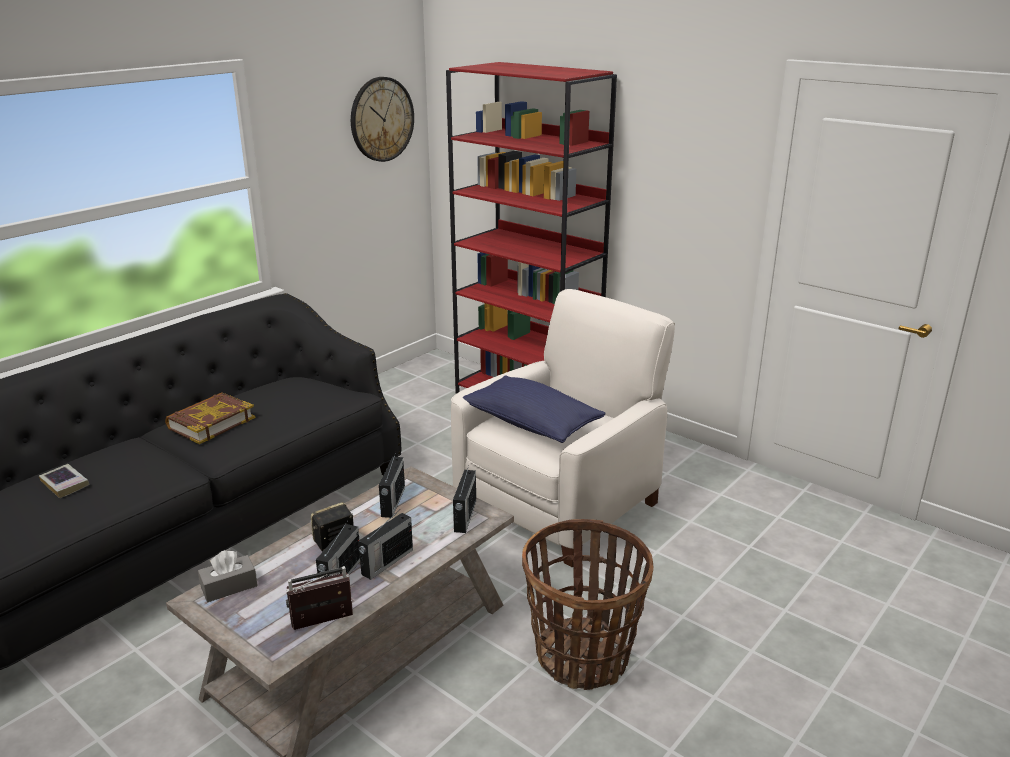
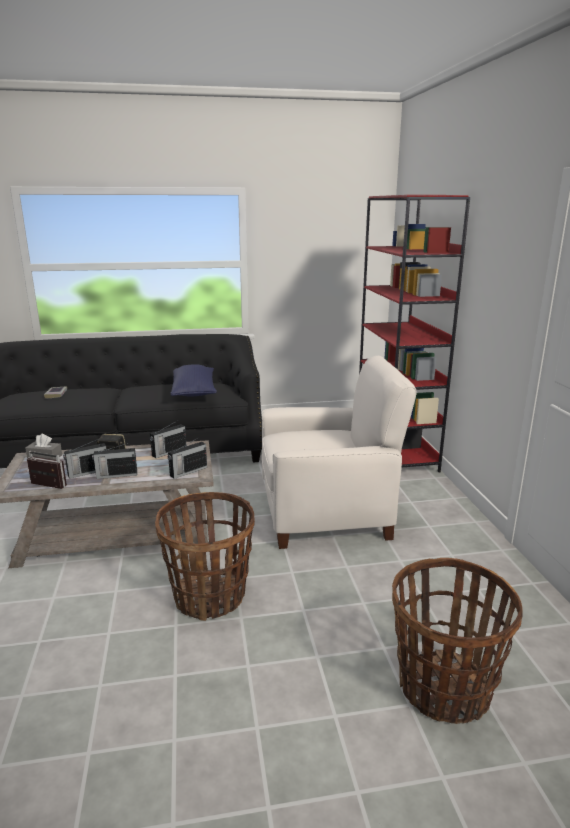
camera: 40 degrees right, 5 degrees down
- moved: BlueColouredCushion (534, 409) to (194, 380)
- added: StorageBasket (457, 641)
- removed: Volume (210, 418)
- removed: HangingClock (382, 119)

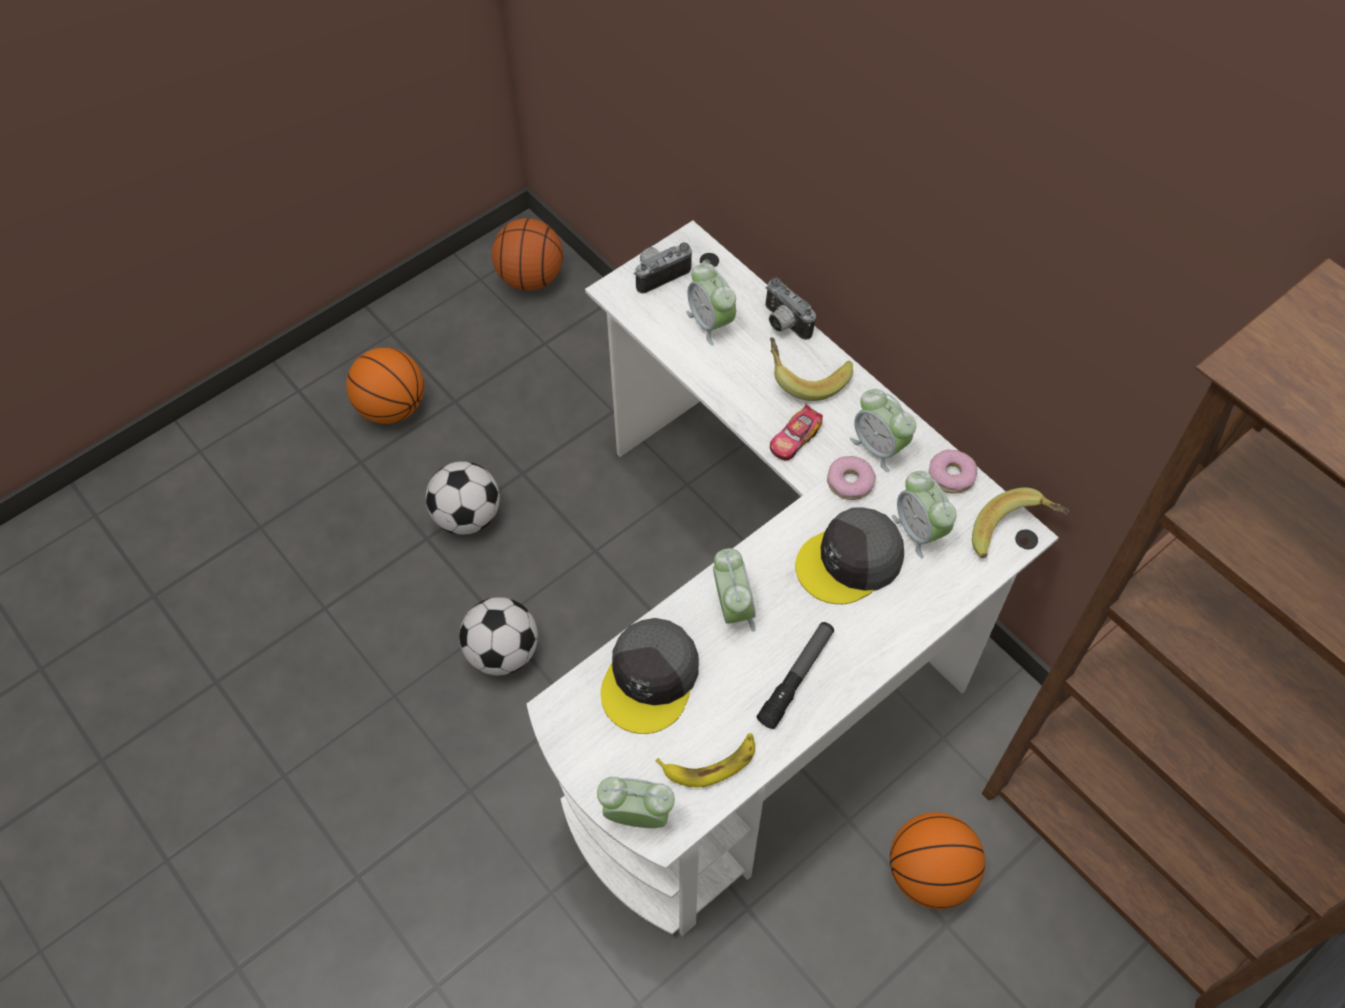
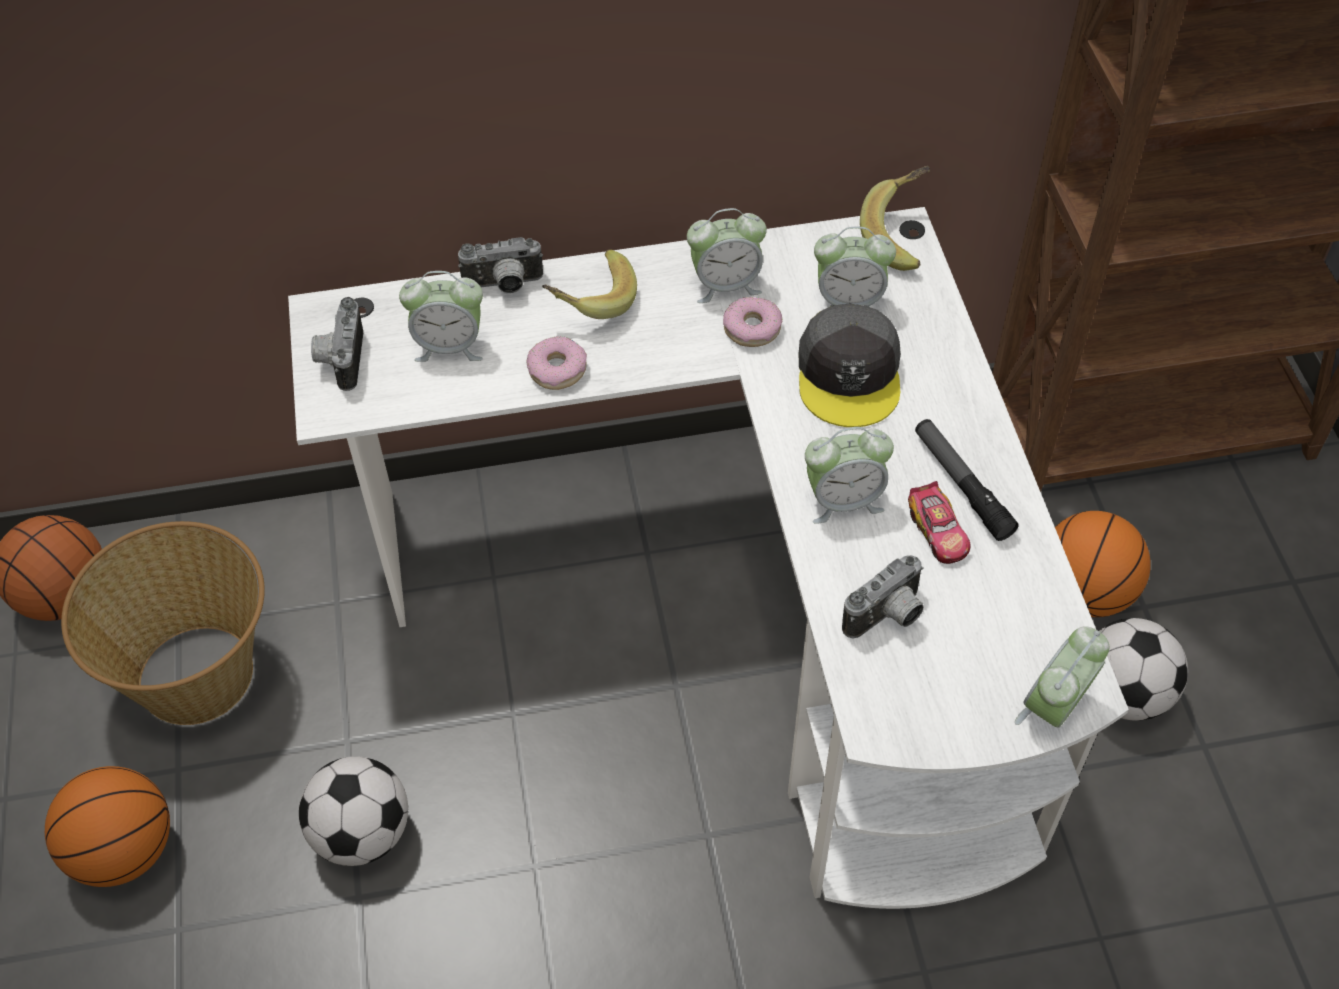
camera: 60 degrees left, 5 degrees down
- added: StorageBasket (163, 623)
- moved: Donut (952, 472) to (557, 363)
- turned: BedsideClock (734, 590) = (849, 475) 150 degrees clockwise
- replaced: GreyPeakedCap (649, 676) to PhotoCamera (883, 596)
- moved: MiniatureCar (796, 432) to (939, 522)
- moved: Football (498, 636) to (1143, 669)
- removed: Banana (705, 760)

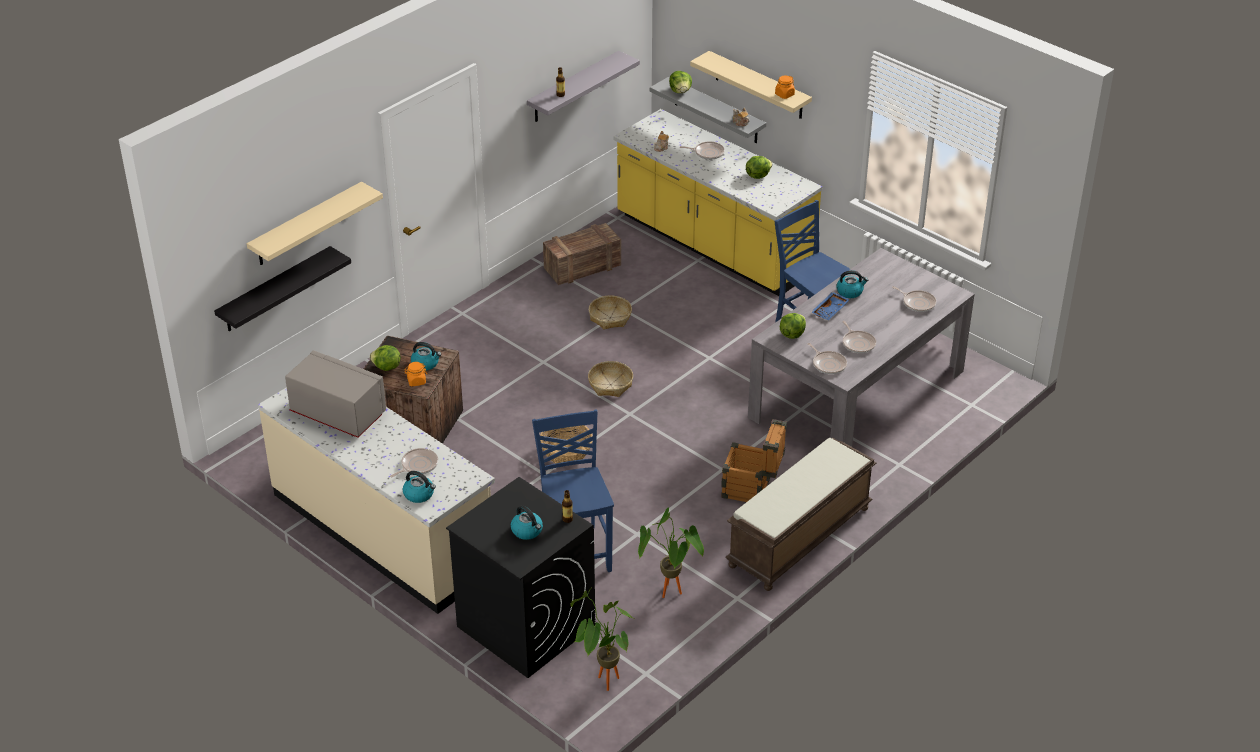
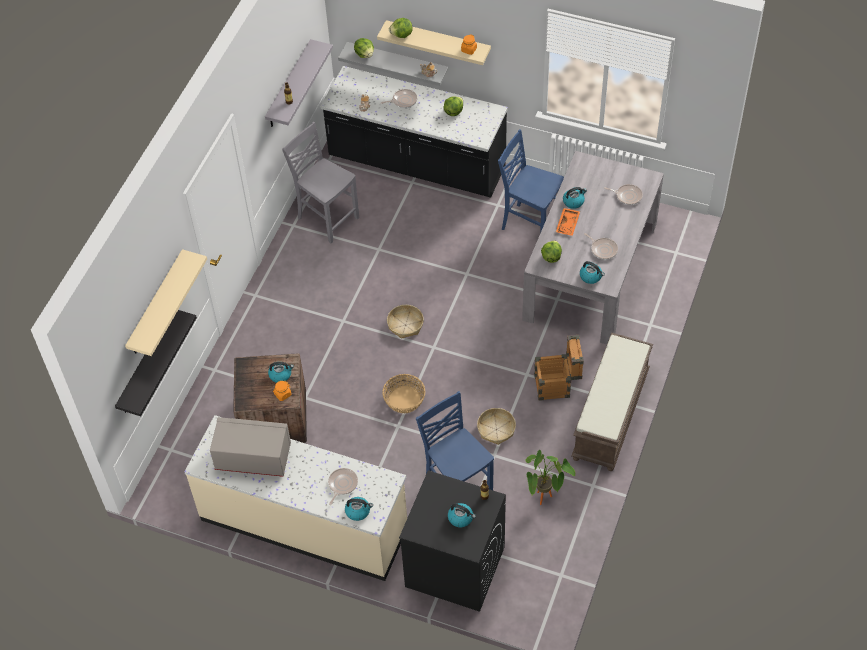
camera: 20 degrees left, 15 degrees up
- replaced: ShippingCrate (582, 254) to GreyPlainChair (320, 182)
- recoloured: YellowColouredCounter (718, 202) to BlackColouredCounter (414, 132)
- moved: HeadOfLettuce (385, 358) to (401, 28)
- moved: StorageBasket (610, 313) to (496, 426)
- recoloured: BlueColouredServingTray (830, 306) to OrangeColouredServingTray (568, 222)
- replaced: FryingPan (827, 358) to TeaKettle (592, 272)
- removed: PlantInAPot (601, 639)

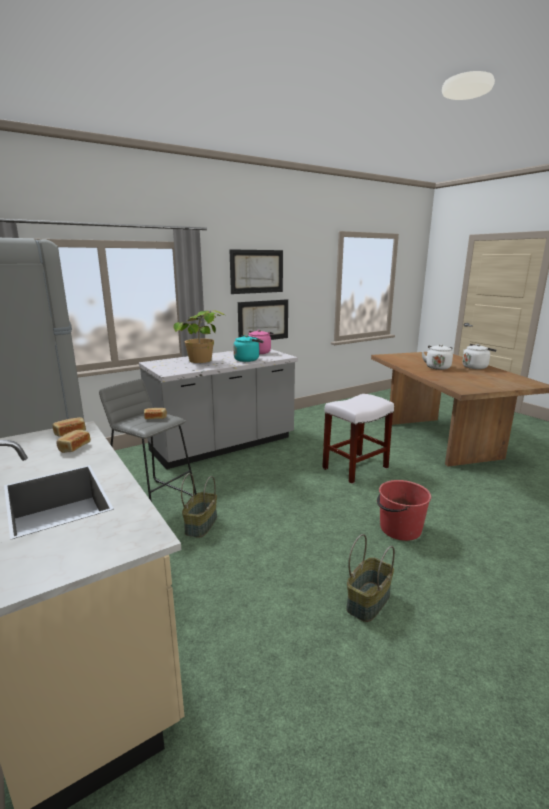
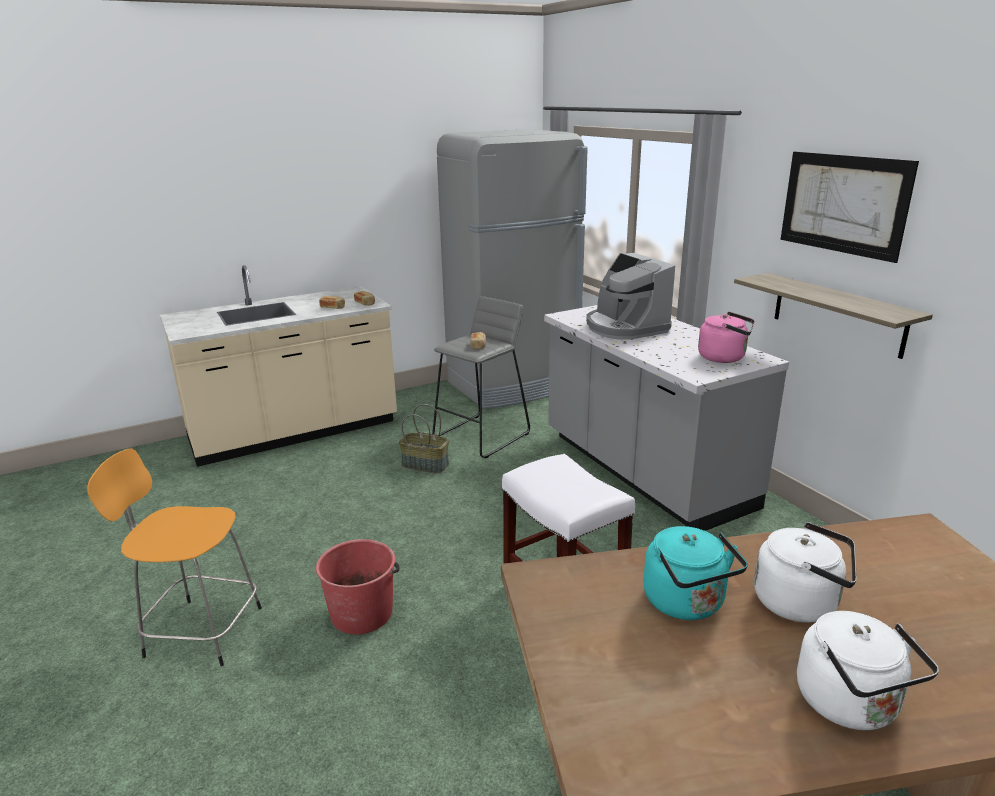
camera: 95 degrees right, 5 degrees up
- added: OrangeColouredStoolSeat (174, 557)
- replaced: PlantInAPot (199, 337) to CoffeeMaker (630, 296)
- moved: BlueGreenTeaKettle (248, 348) to (695, 573)
- replaced: WallArt (263, 319) to WallShelf (833, 316)
- removed: StorageBasket (370, 578)

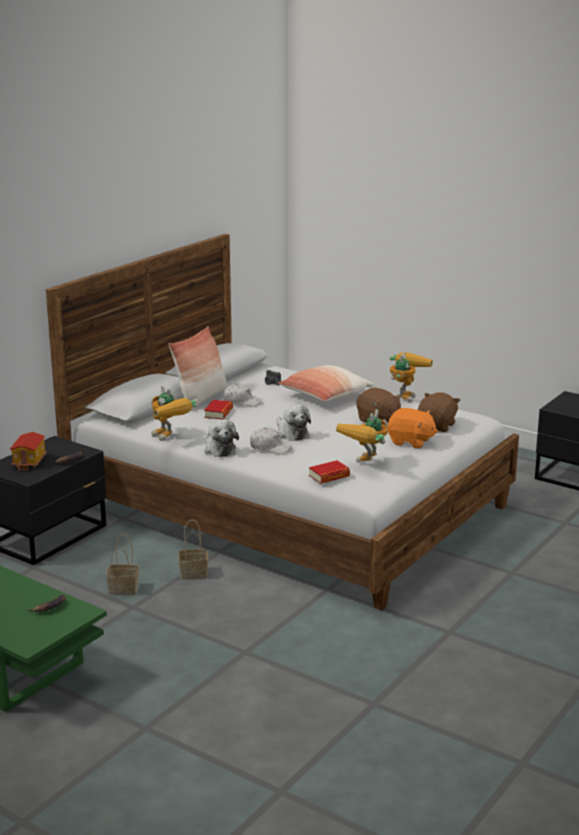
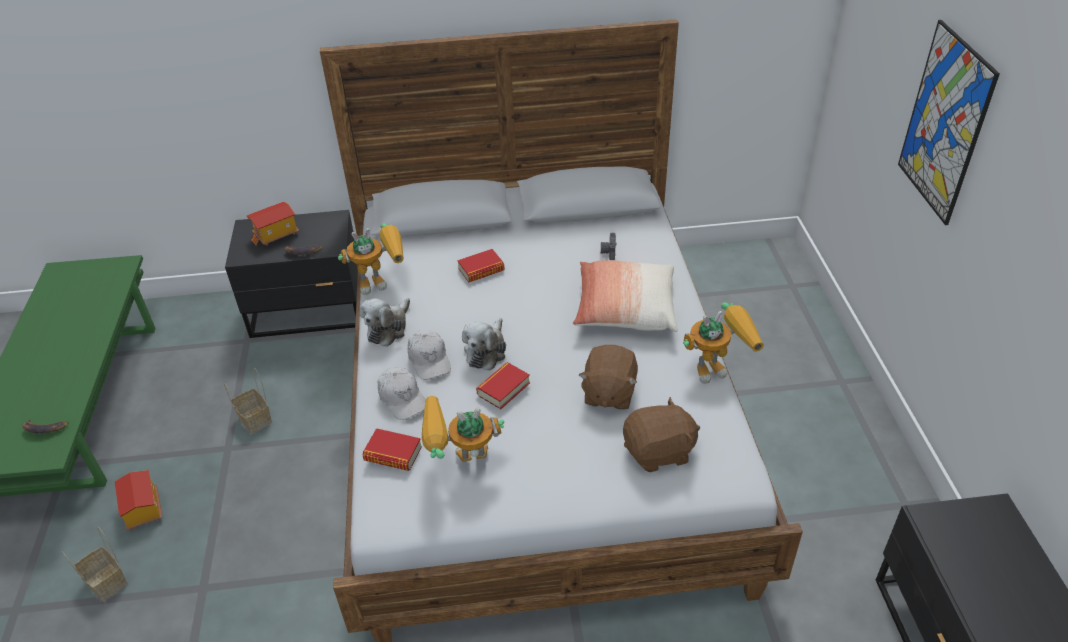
camera: 50 degrees right, 20 degrees up
- moved: StorageBasket (193, 549) to (95, 564)
- added: MiniatureHouse (138, 500)
- turned: ModelRobot (173, 413) = (371, 259) 120 degrees counterclockwise
- moved: WhitePeakedCap (242, 395) to (401, 393)
- added: Volume (503, 385)
- added: WallArt (949, 122)
- removed: Cushion (198, 368)
- removed: OrangeColouredCuddlyToy (413, 428)

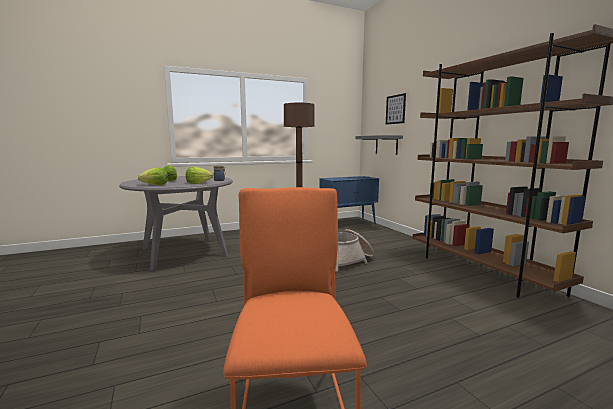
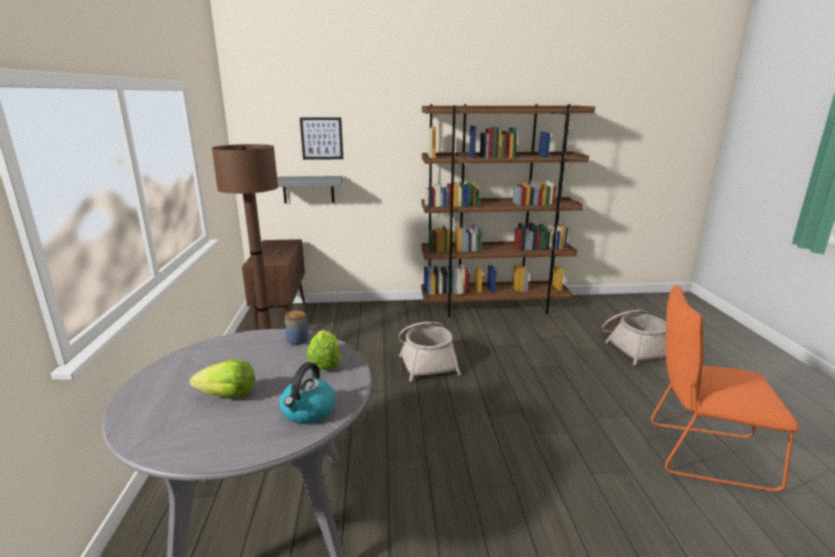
camera: 70 degrees left, 10 degrees up
- recoloured: BlueColouredStorageCabinet (349, 200) to BrownStorageCabinet (273, 284)
- replaced: HeadOfLettuce (153, 176) to TeaKettle (307, 393)
- added: StorageBasket (634, 337)

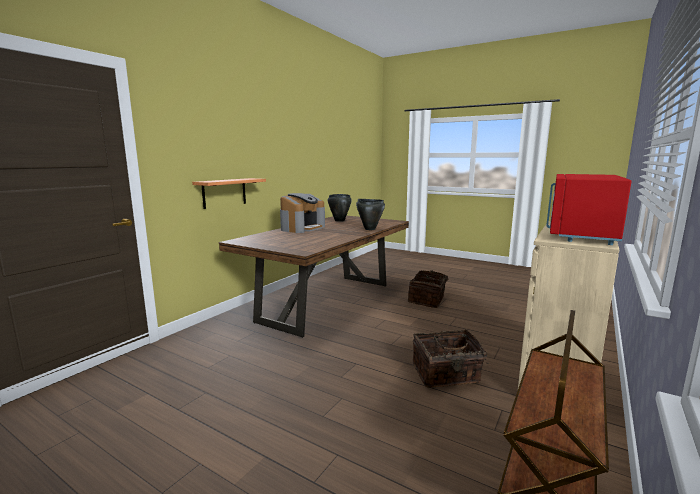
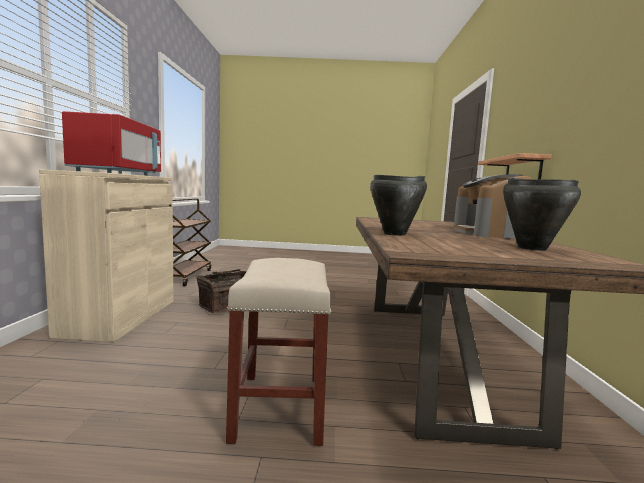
camera: 150 degrees right, 5 degrees down
- replaced: StorageBasket (431, 289) to BeigeStoolSeat (278, 352)

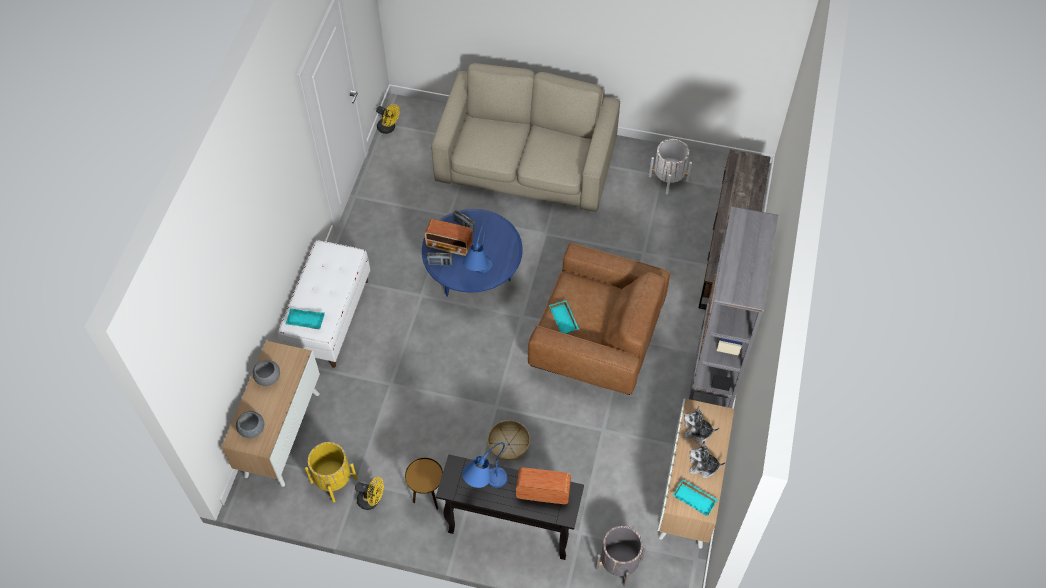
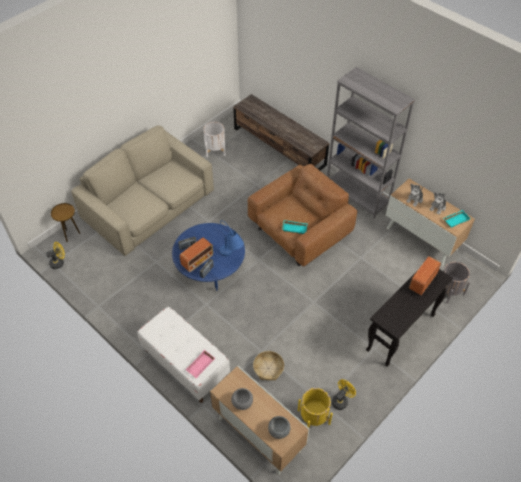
camera: 60 degrees left, 5 degrees down
- moved: BrownEndTable (424, 484) to (65, 222)
- recoloured: BlueGreenServingTray (305, 318) to PinkServingTray (200, 364)
- moved: StorageBasket (509, 440) to (268, 365)
- removed: BlueColouredLampForATable (484, 465)

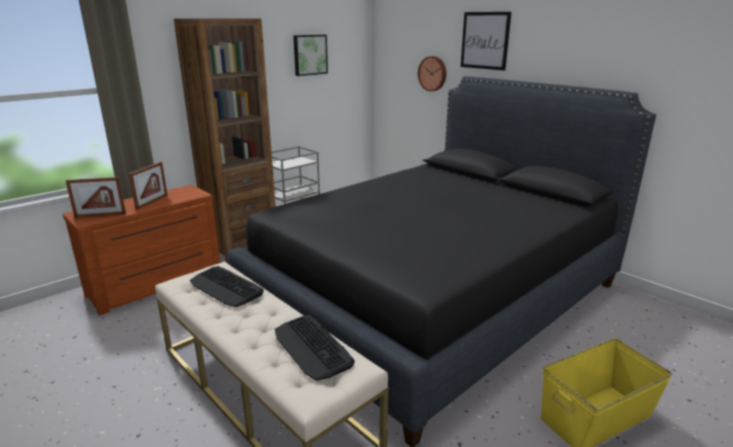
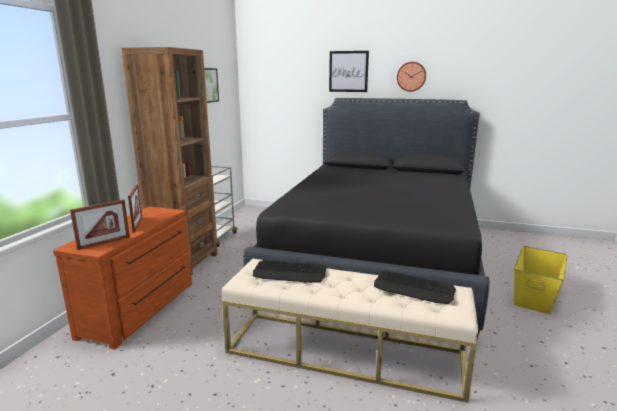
camera: 30 degrees left, 5 degrees down
- moved: HangingClock (432, 73) to (411, 77)

